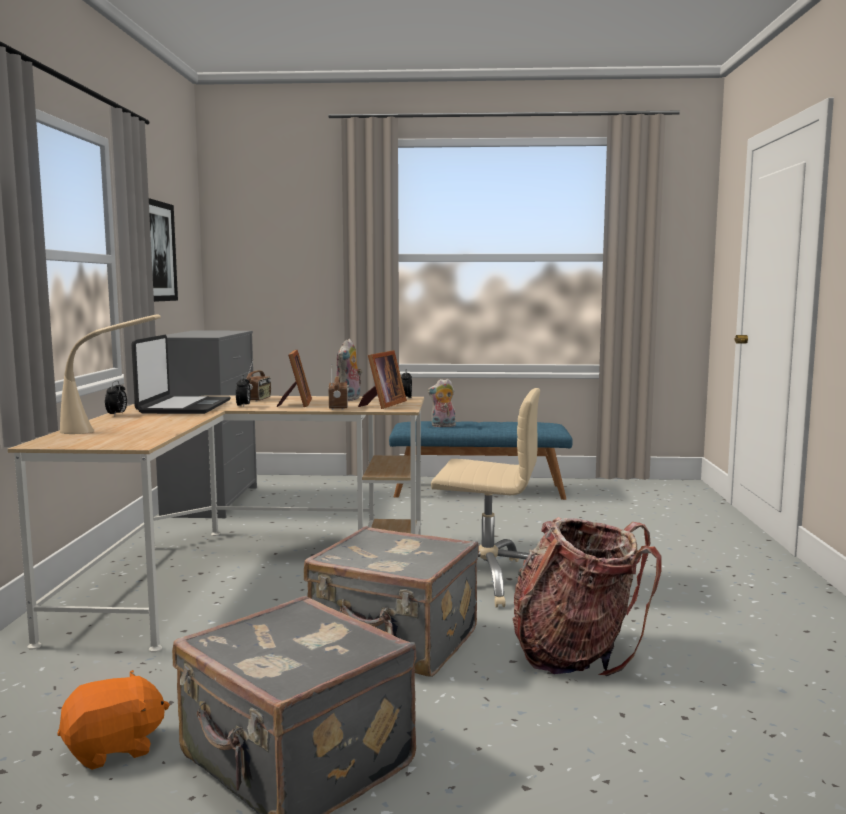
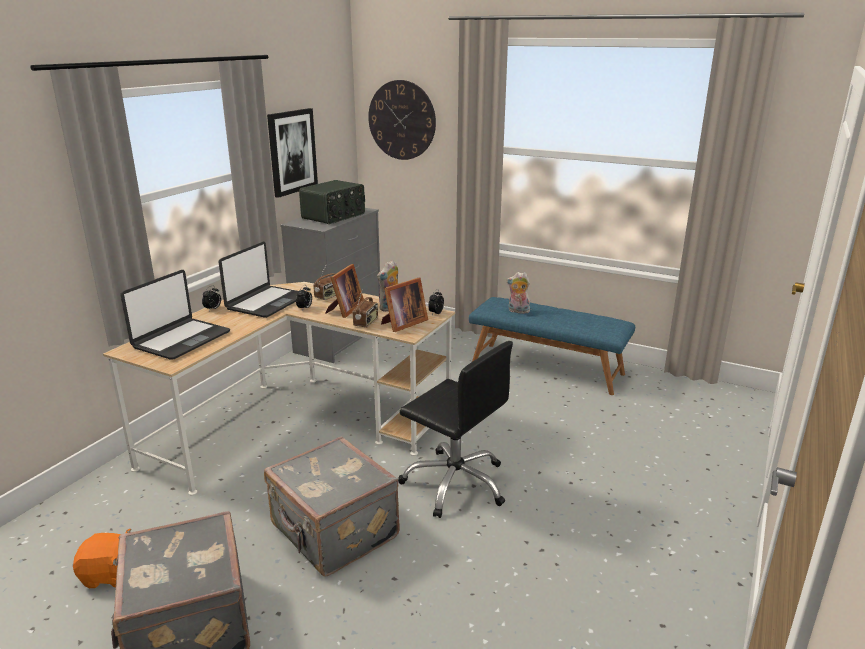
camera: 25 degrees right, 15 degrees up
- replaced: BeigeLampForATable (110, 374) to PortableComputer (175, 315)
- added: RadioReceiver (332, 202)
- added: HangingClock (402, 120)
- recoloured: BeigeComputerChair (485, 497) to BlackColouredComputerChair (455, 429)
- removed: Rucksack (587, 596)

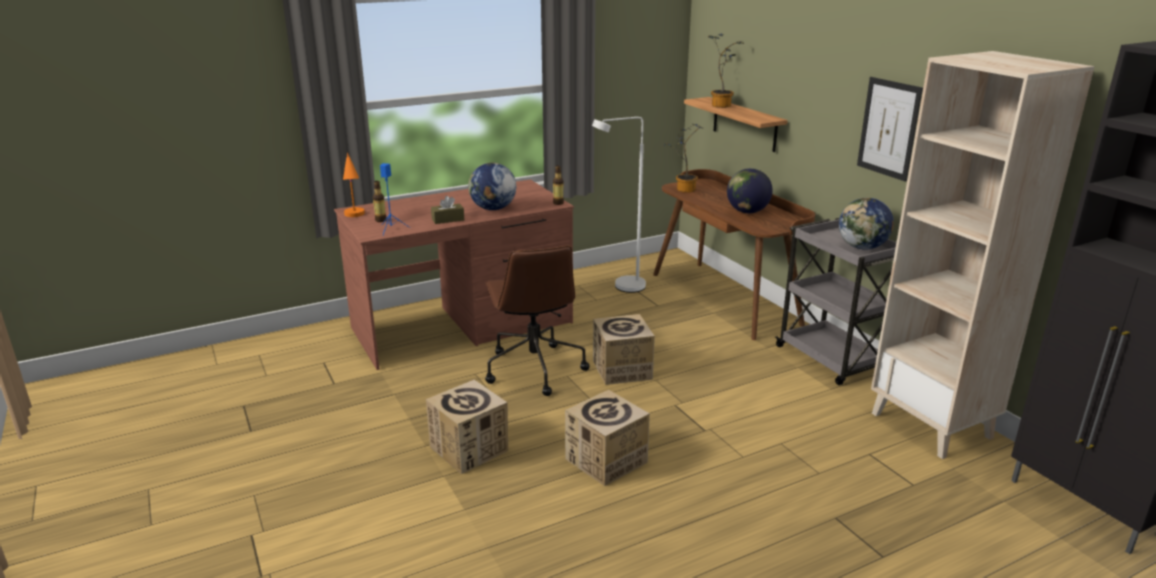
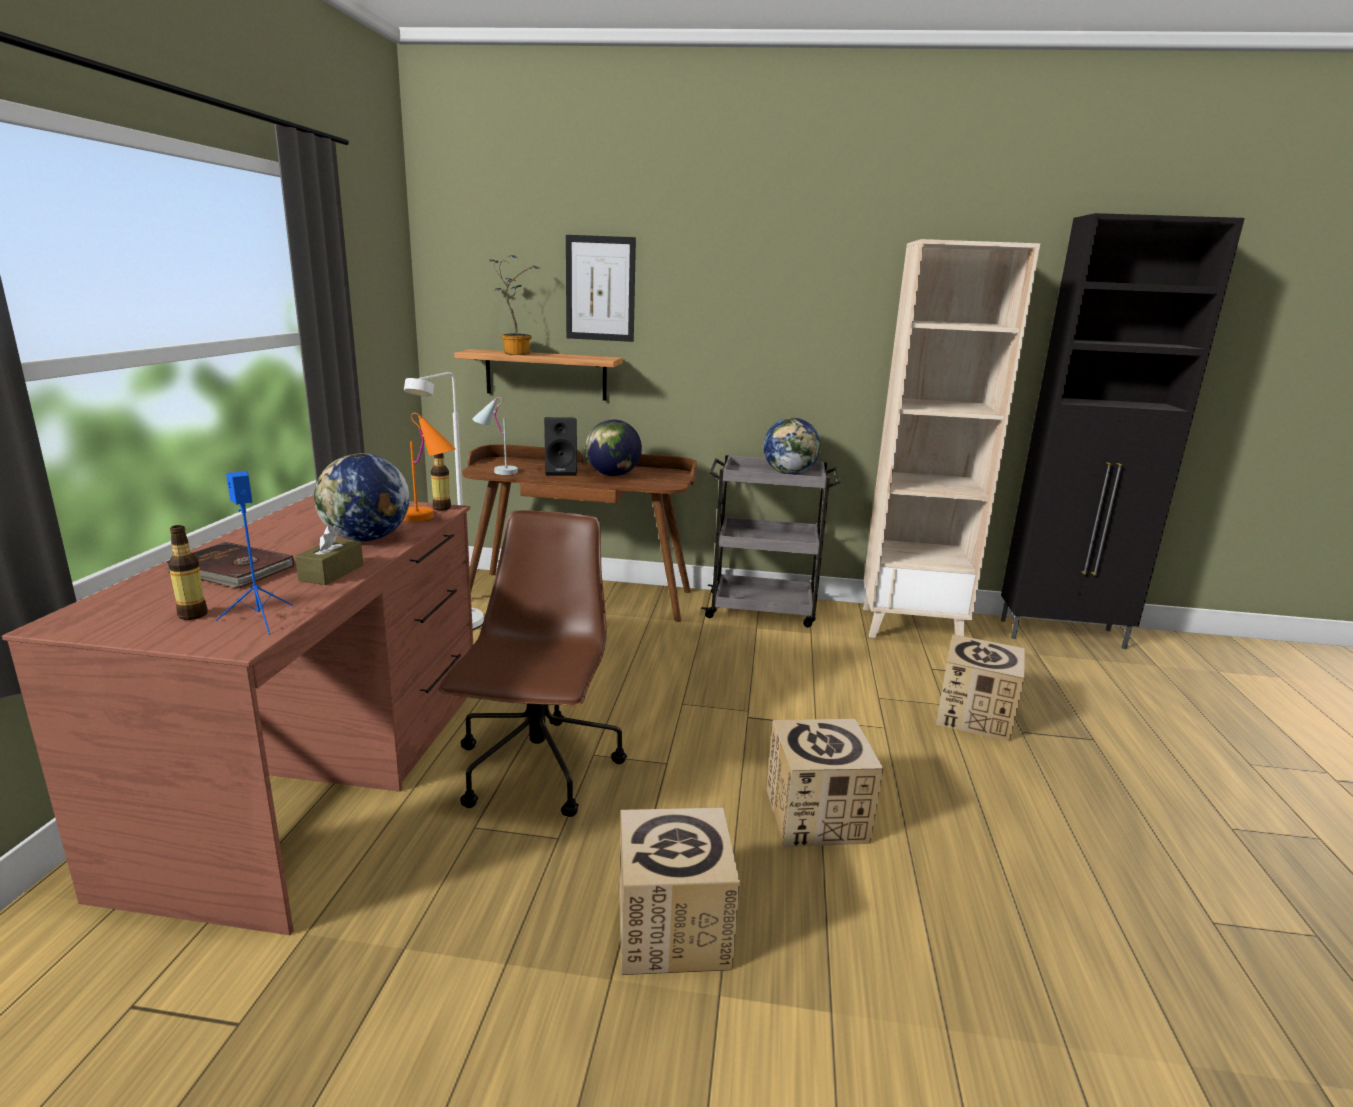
camera: 55 degrees left, 5 degrees down
- added: BrownVolume (230, 565)
- moved: OrangeColouredLampForATable (354, 185) to (429, 467)
- turned: BrownComputerChair (537, 321) = (532, 663) 105 degrees counterclockwise
- replaced: PlantInAPot (683, 158) to WhiteLampForATable (495, 436)
- added: BlackColouredLoudspeaker (560, 446)
- moved: WallArt (890, 129) to (601, 288)
- moved: CardboardBox (624, 349) to (980, 687)

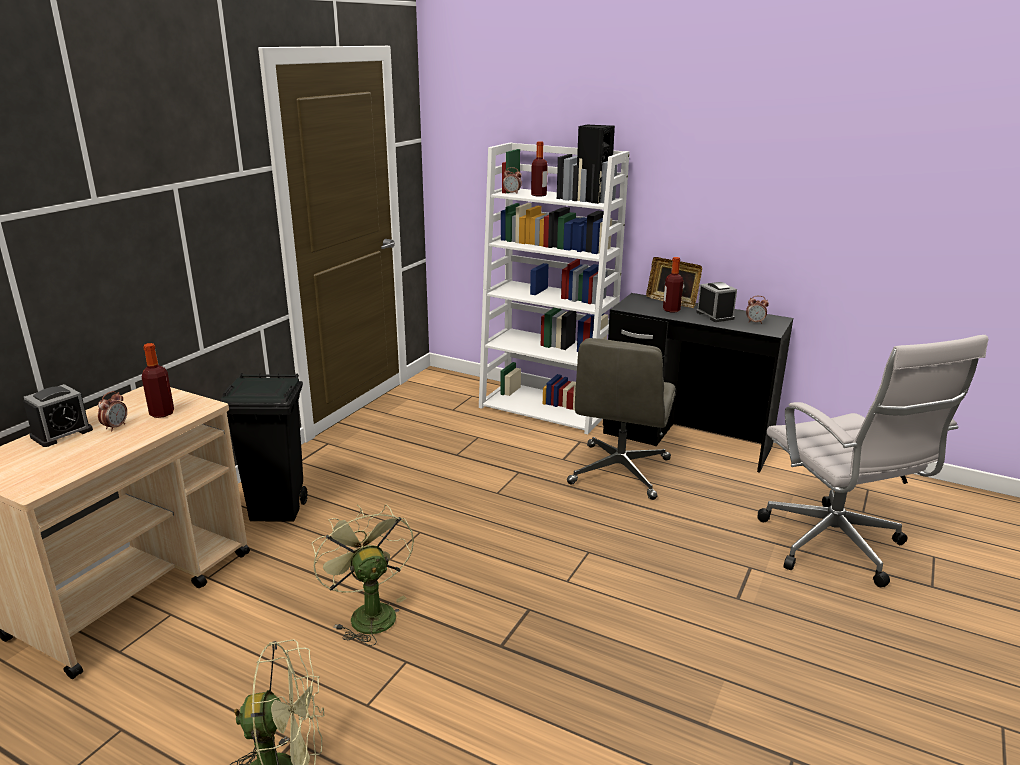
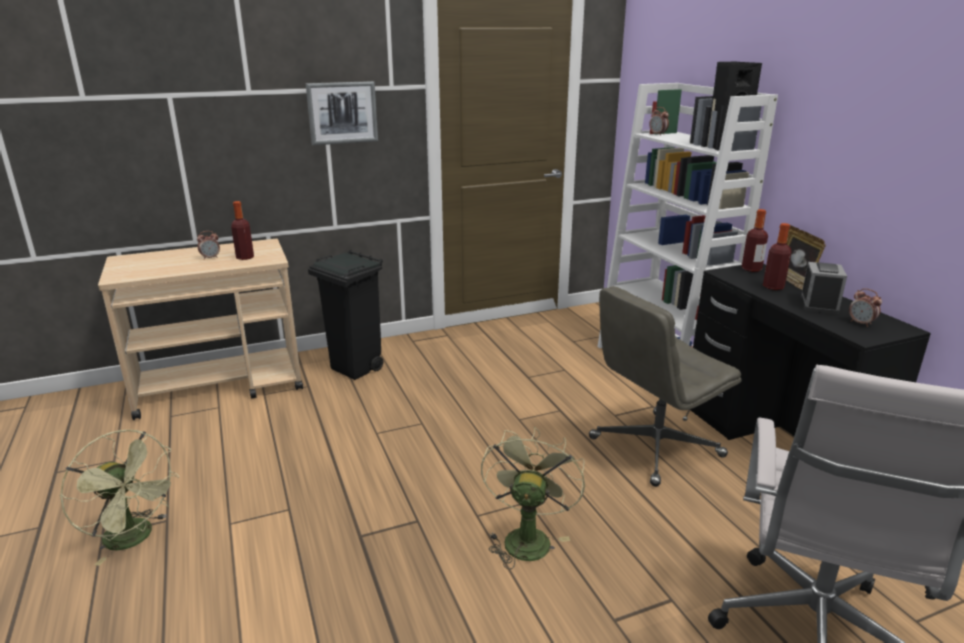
camera: 40 degrees right, 0 degrees up
- added: WallArt (342, 113)
- moved: GreenElectricFan (362, 575) to (533, 498)
- moved: Bottle (539, 168) to (755, 240)
- removed: BedsideClock (58, 415)

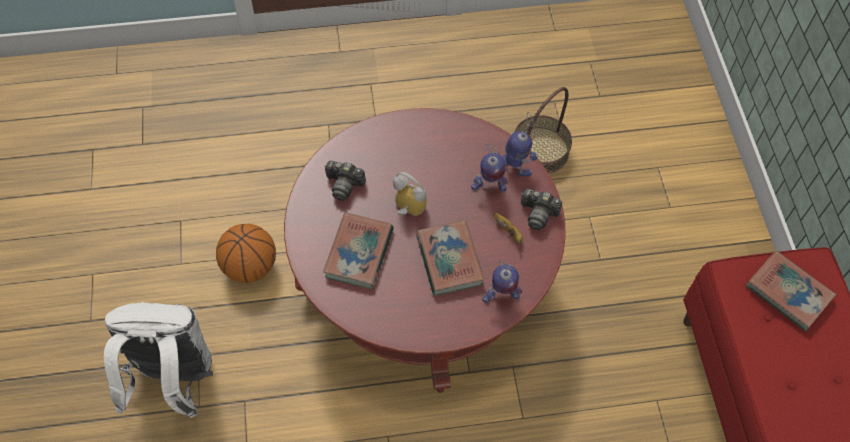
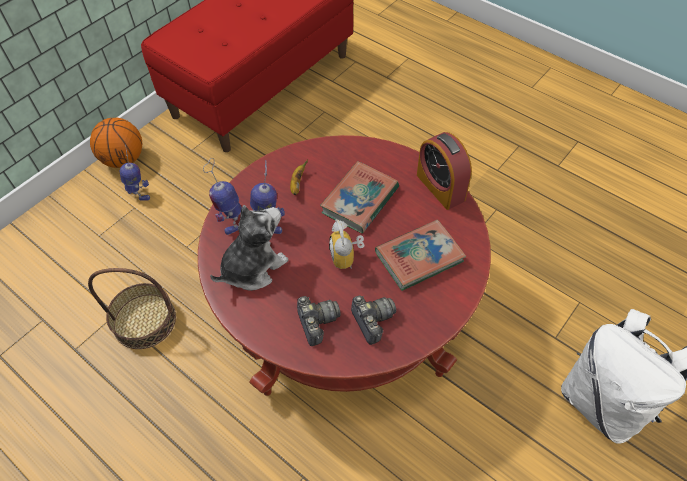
camera: 130 degrees left, 5 degrees down
- moved: Basketball (246, 253) to (116, 143)
- moved: ModelRobot (502, 282) to (135, 173)
- added: CuddlyToy (249, 248)
- moved: PhotoCamera (541, 209) to (319, 321)
- added: BedsideClock (444, 171)
- removed: Volume (791, 290)

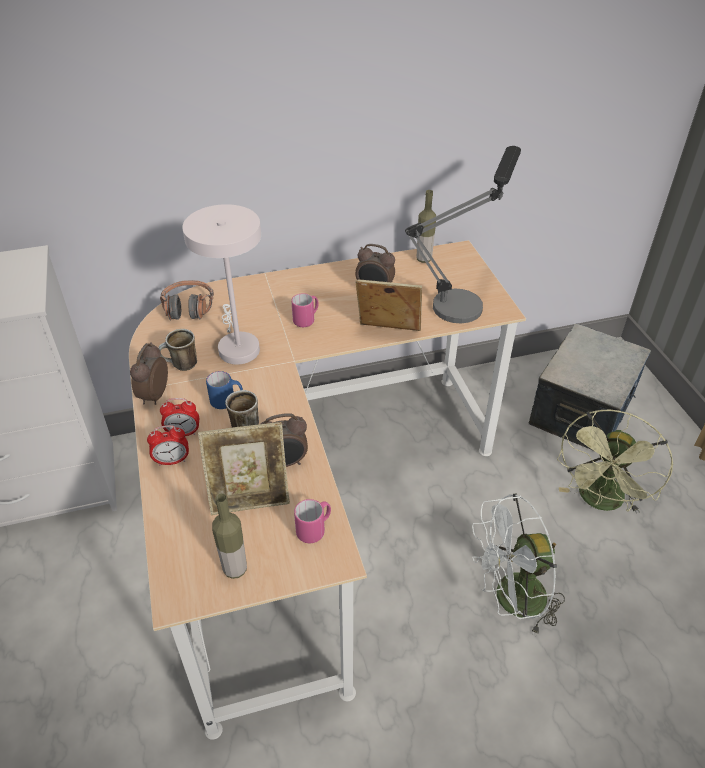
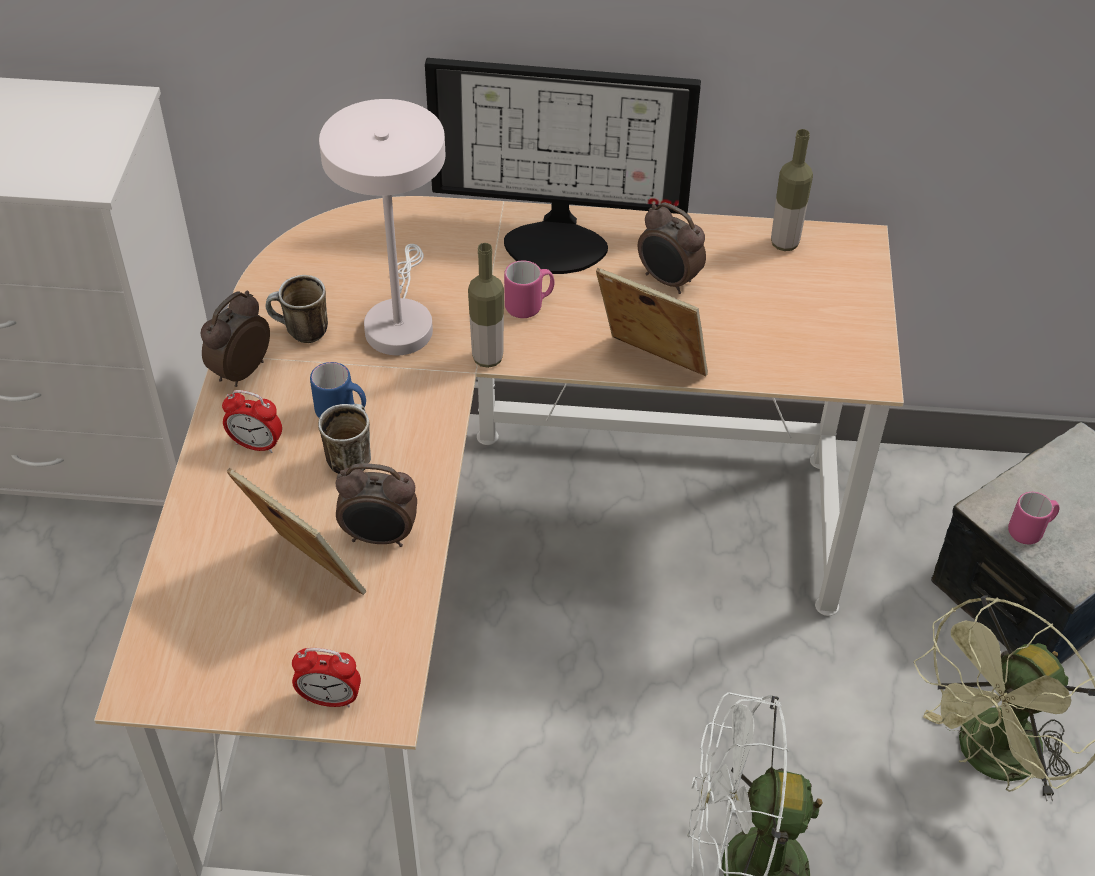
camera: 20 degrees right, 5 degrees up
- turned: PhotoFrame (244, 468) = (296, 531) 150 degrees counterclockwise
- moved: BedsideClock (168, 445) to (326, 677)
- added: Monitor (563, 166)
- moved: Bottle (229, 536) to (486, 305)
- moved: PinkCoffeeMug (312, 521) to (1034, 518)
- removed: Headset (187, 300)
- removed: LampForATable (463, 235)

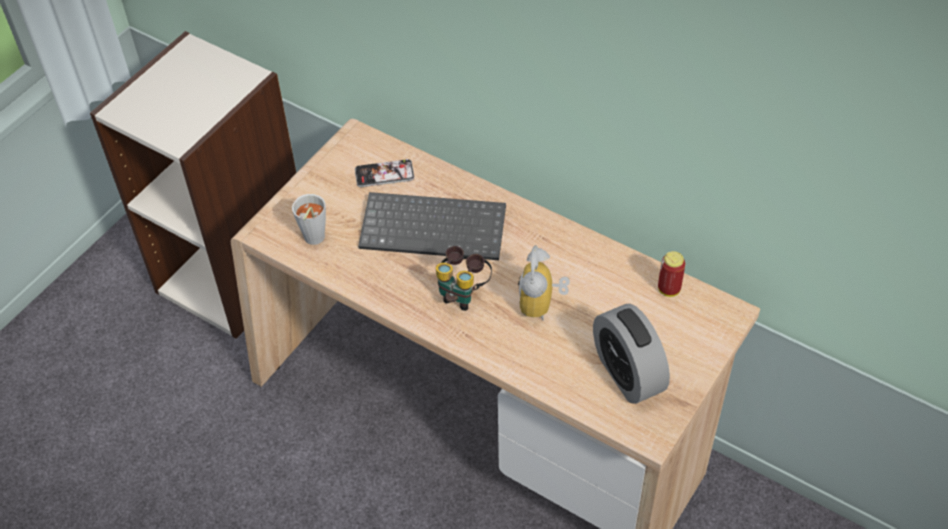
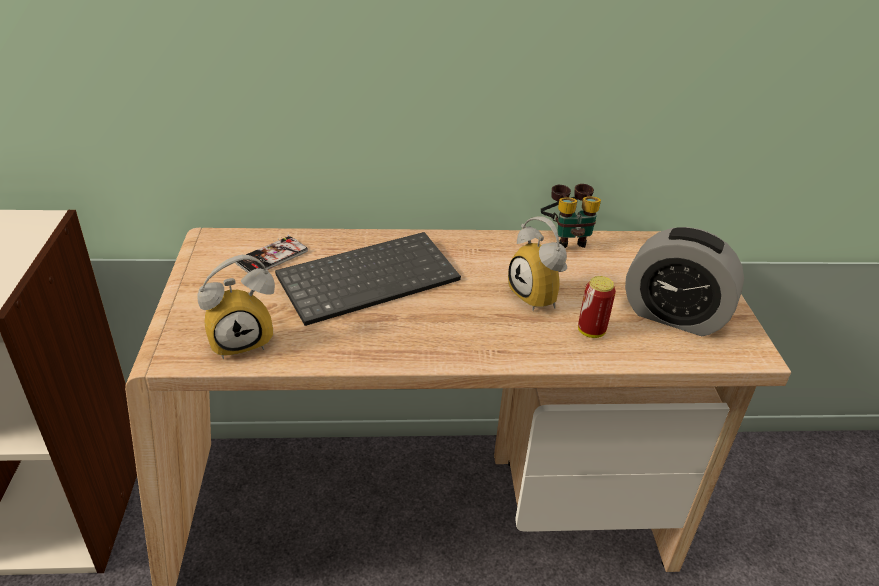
camera: 40 degrees left, 15 degrees down
- replaced: GreySmallCup (309, 219) to BedsideClock (236, 307)
- moved: FieldGlasses (464, 278) to (571, 216)
- moved: SealedCan (671, 274) to (597, 307)

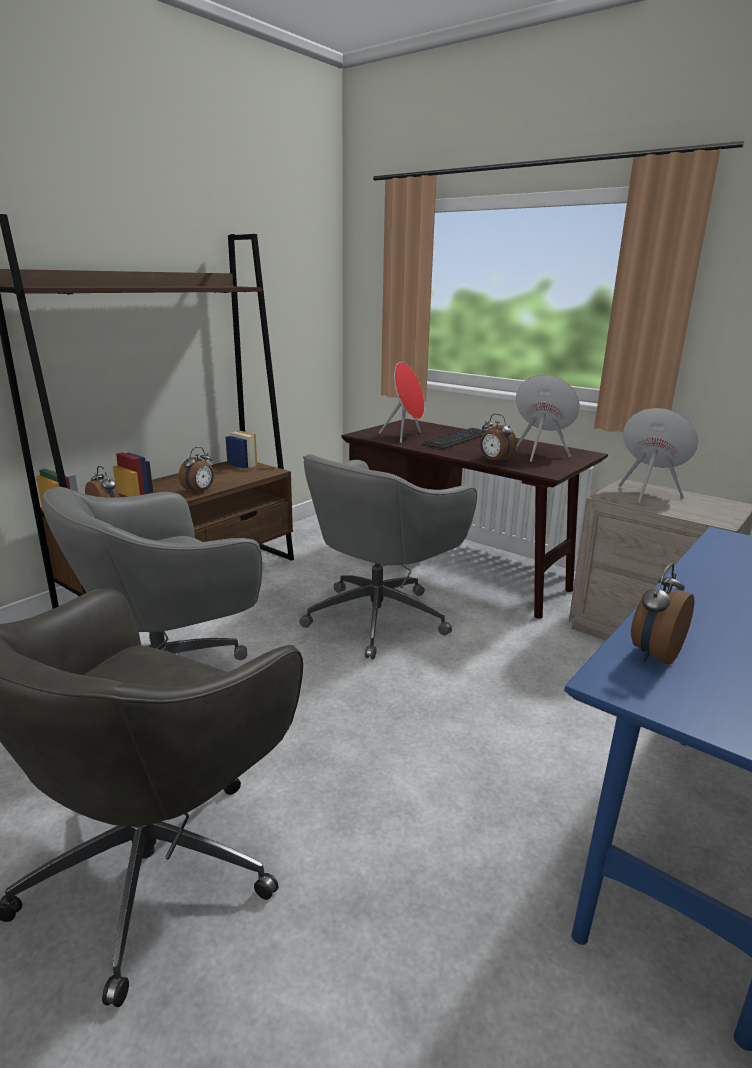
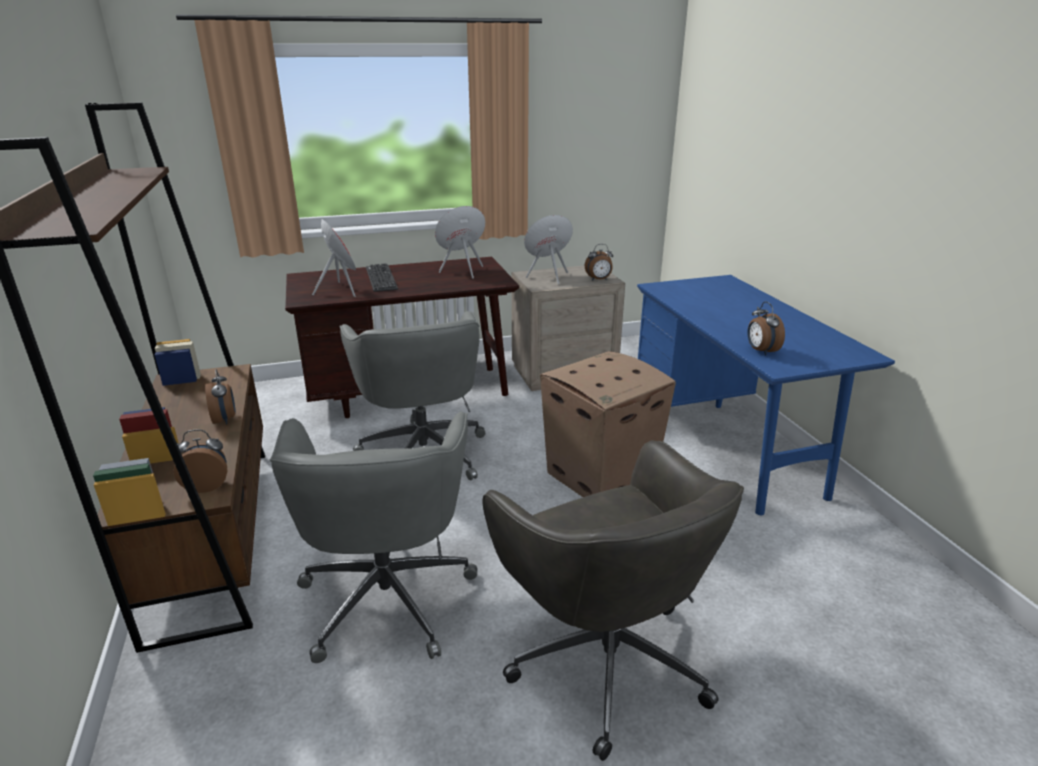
camera: 55 degrees left, 5 degrees up
- added: CardboardBox (608, 424)
- moved: BedsideClock (498, 438) to (599, 262)

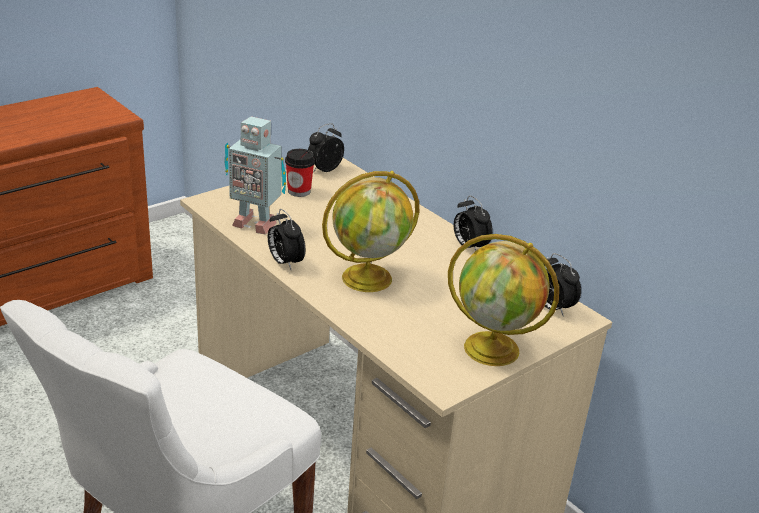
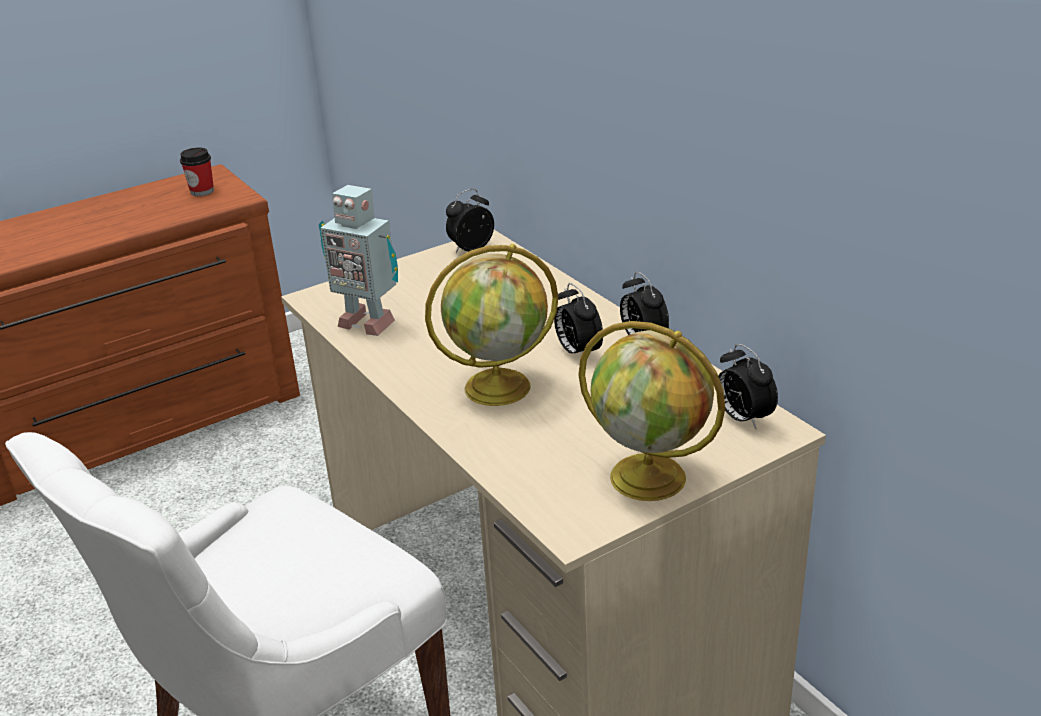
camera: 10 degrees right, 0 degrees up
- moved: SmallCup (300, 173) to (197, 172)
- moved: BedsideClock (286, 239) to (578, 318)

